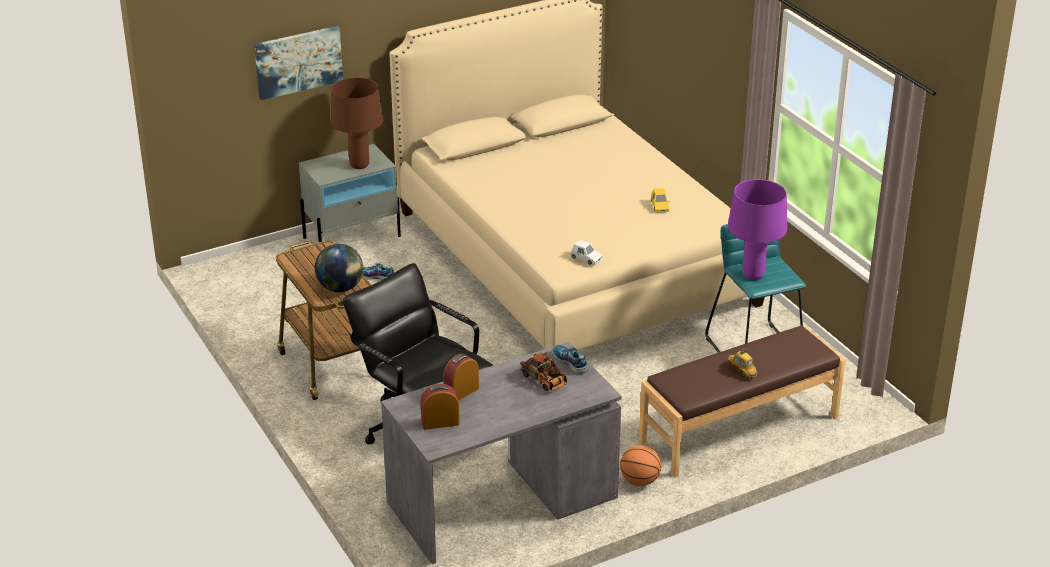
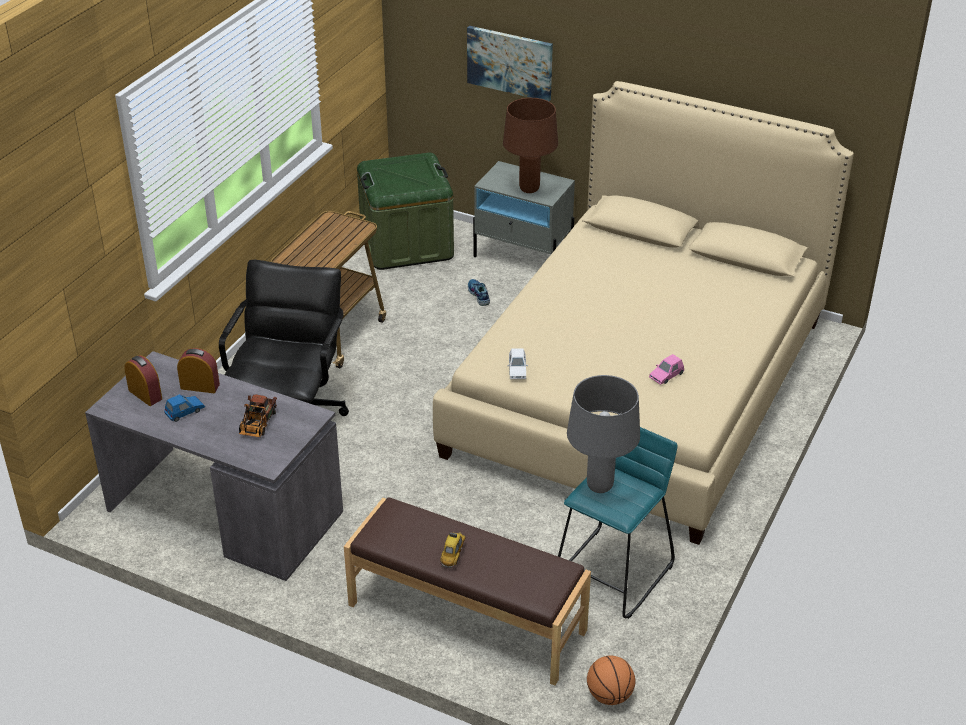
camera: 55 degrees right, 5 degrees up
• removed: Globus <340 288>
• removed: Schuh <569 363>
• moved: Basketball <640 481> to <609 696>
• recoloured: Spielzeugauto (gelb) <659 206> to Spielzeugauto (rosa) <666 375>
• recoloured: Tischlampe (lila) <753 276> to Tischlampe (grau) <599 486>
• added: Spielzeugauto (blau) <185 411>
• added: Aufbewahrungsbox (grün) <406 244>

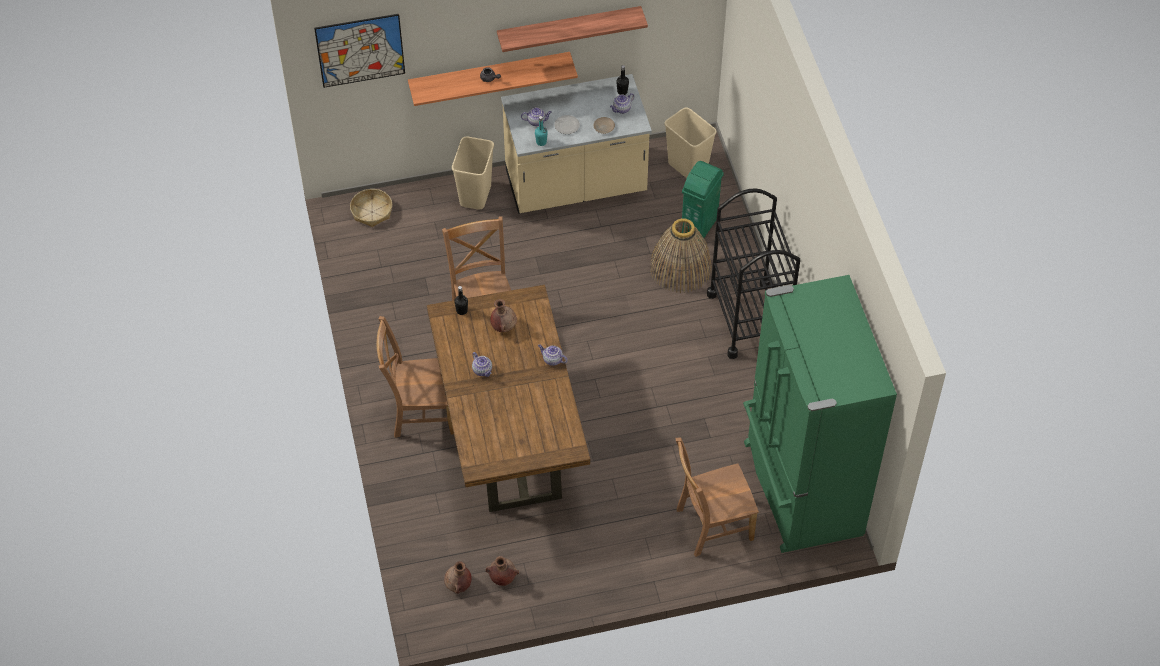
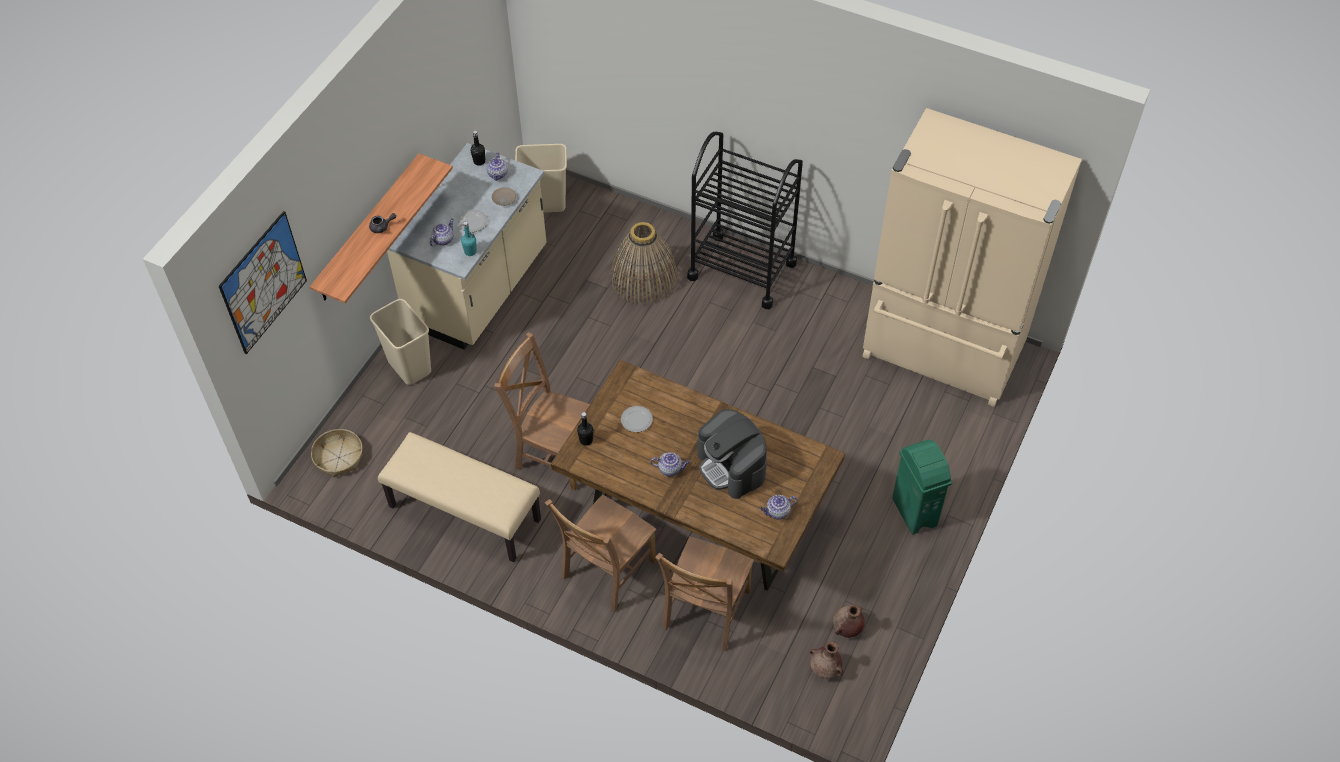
camera: 50 degrees left, 0 degrees up
• replaced: Vase (braun) <503 326> to Teller <636 420>
• removed: Wandregal <569 28>
• moved: Teekanne <552 360> to <777 512>
• moved: Stuhl (braun) <711 525> to <705 612>
• moved: Mülleimer (grün) <699 226> to <914 511>
• recoloured: Kühlschrank (grün) <799 489> to Kühlschrank (beige) <942 352>
• added: Bank (beige) <464 514>
• added: Kaffeemaschine <731 466>

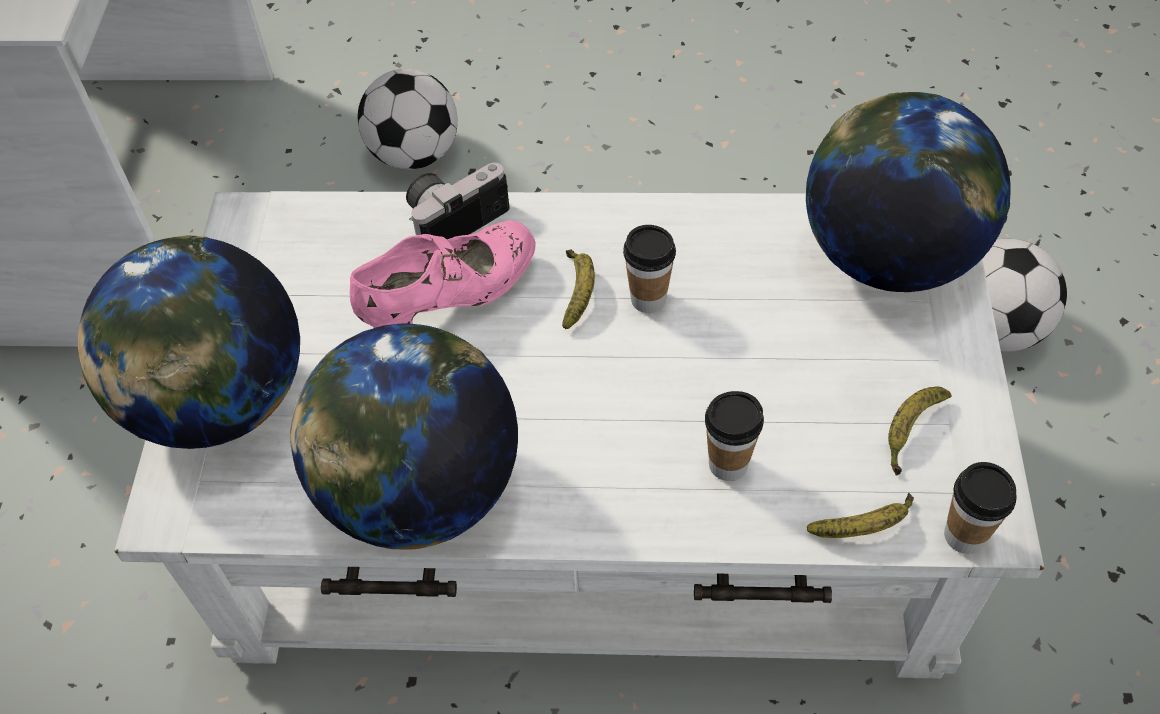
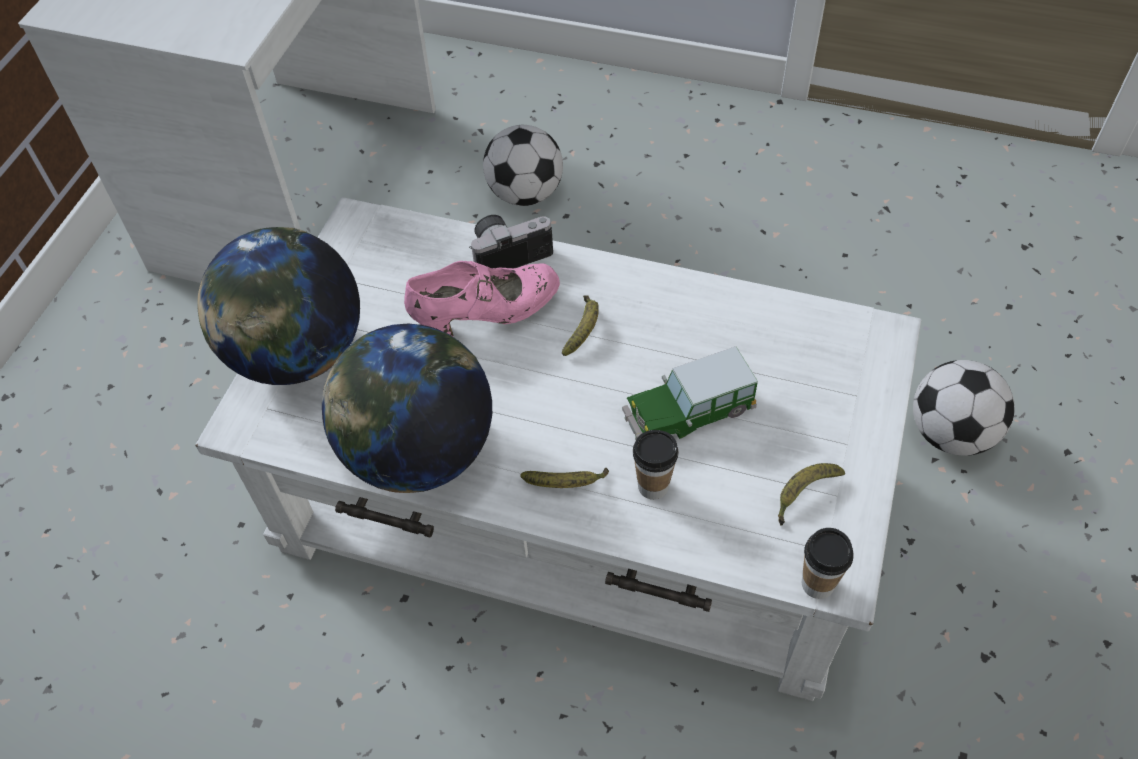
camera: 15 degrees right, 0 degrees up
• removed: Tasse <648 299>
• removed: Globus <888 257>
• moved: Banane <865 527> to <566 484>
• added: Spielzeugauto <688 413>

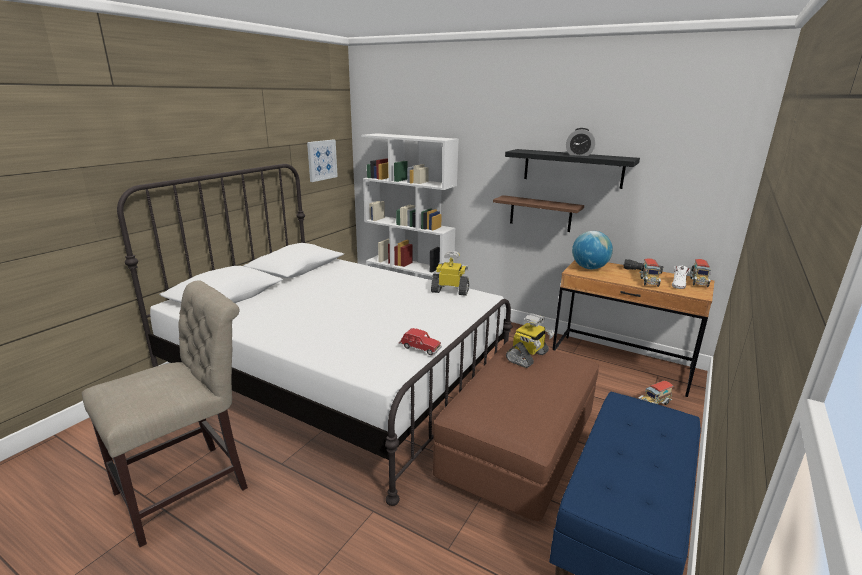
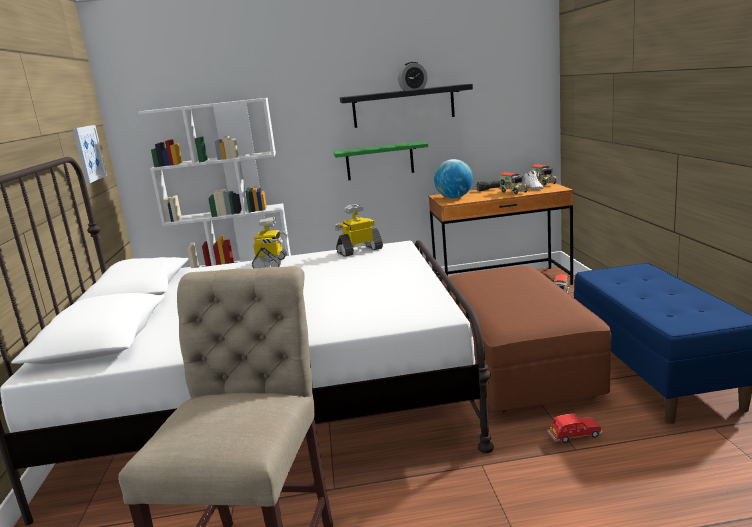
camera: 35 degrees left, 5 degrees down
• moved: Spielzeugauto (rot) <420 348> to <574 436>
• recoloured: Wandregal (braun) <540 213> to Wandregal (grün) <379 161>
• moved: Spielzeugroboter <527 357> to <271 264>

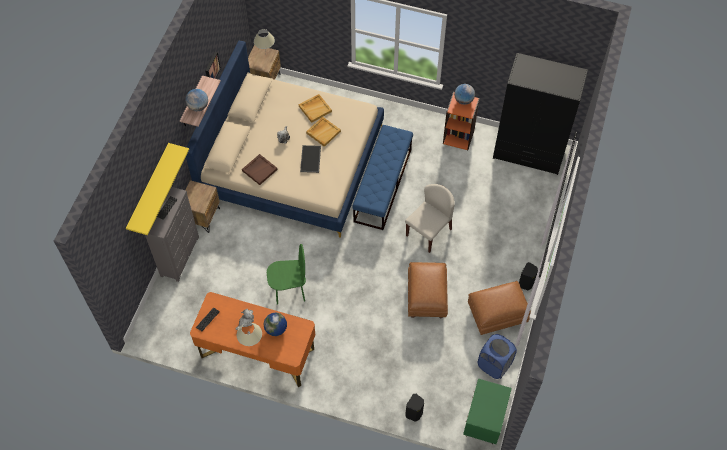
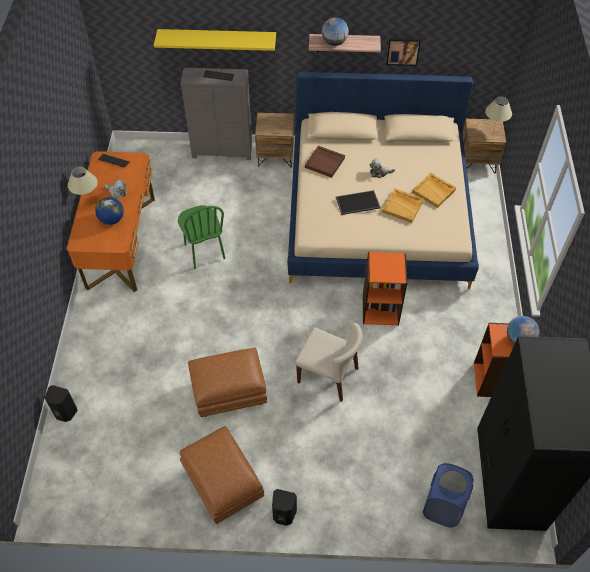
camera: 75 degrees right, 5 degrees down
• replaced: Bank (blau) <383 185> to Bücherregal (orange) <380 309>
• removed: Nachttisch (grün) <484 422>
• moved: Wäschekorb (blau) <494 365> to <443 506>

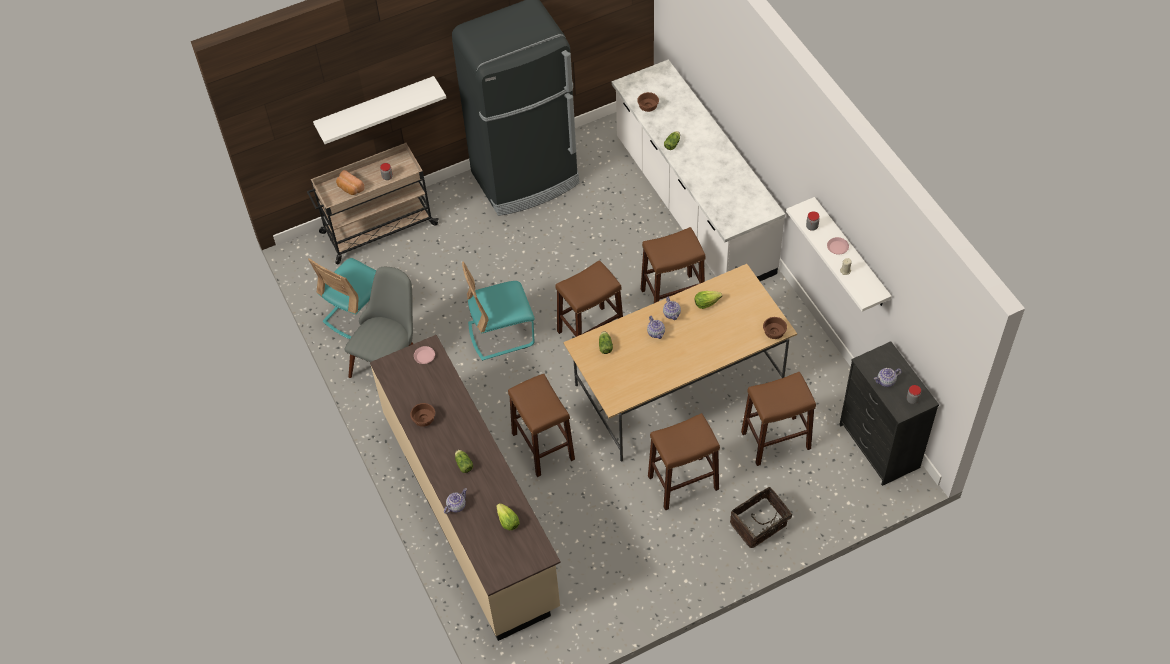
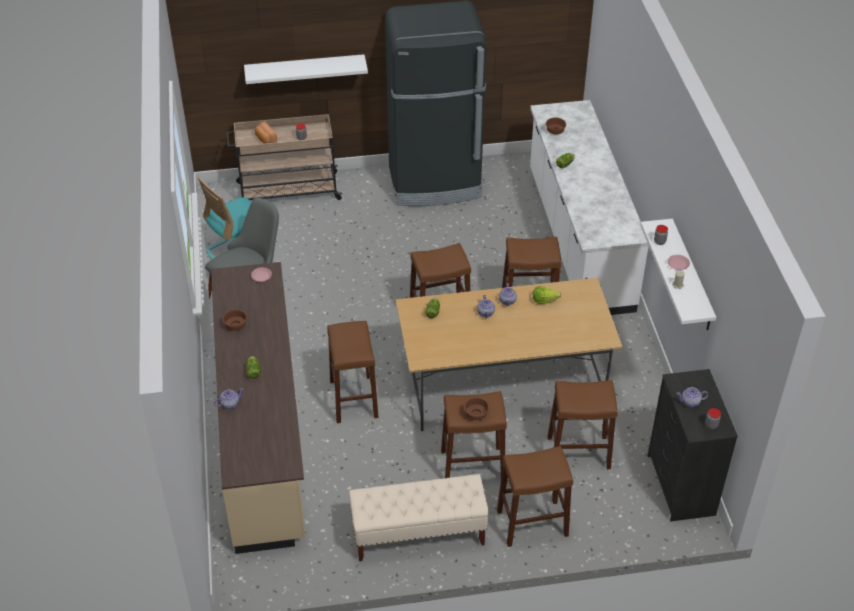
camera: 15 degrees right, 10 degrees down
• removed: Stuhl (türkis) <501 334>
• removed: Salatkopf <508 522>
• replaced: Korb <759 525> to Hocker (braun) <532 523>
• moved: Schüssel (braun) <773 332> to <475 414>
• added: Bank (beige) <418 534>

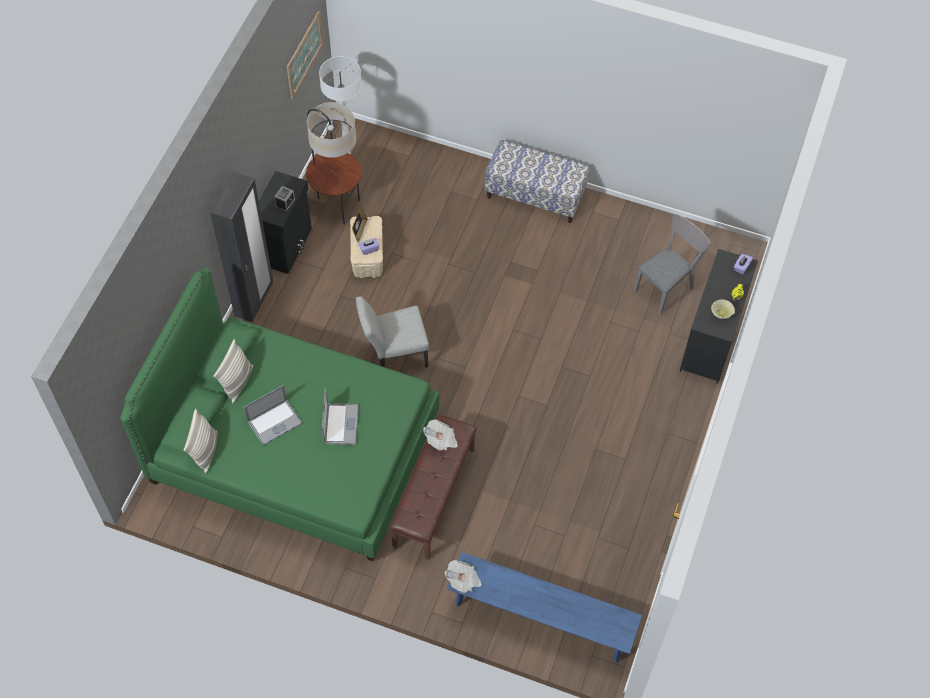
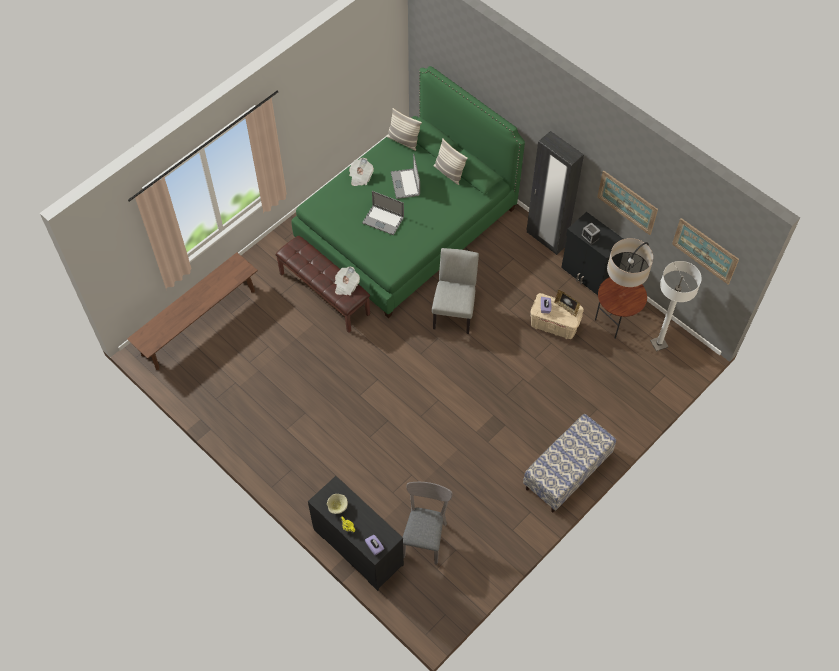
camera: 115 degrees right, 0 degrees up
• moved: Zeitung <463 580> to <360 177>
• recoloured: Bank (blau) <541 618> to Bank (braun) <199 322>
• turned: Stuhl (grau) <666 287> = <425 536> 150 degrees counterclockwise
• added: Bild <627 202>

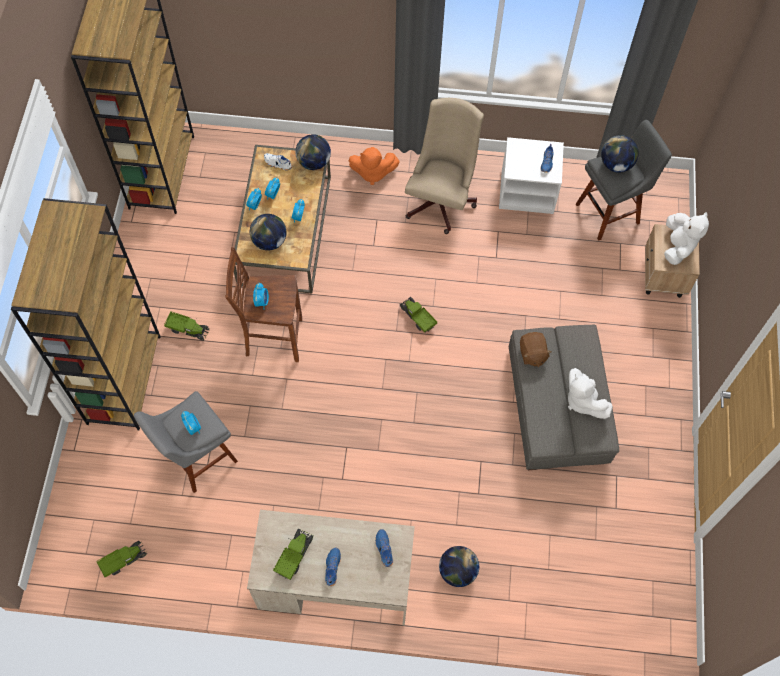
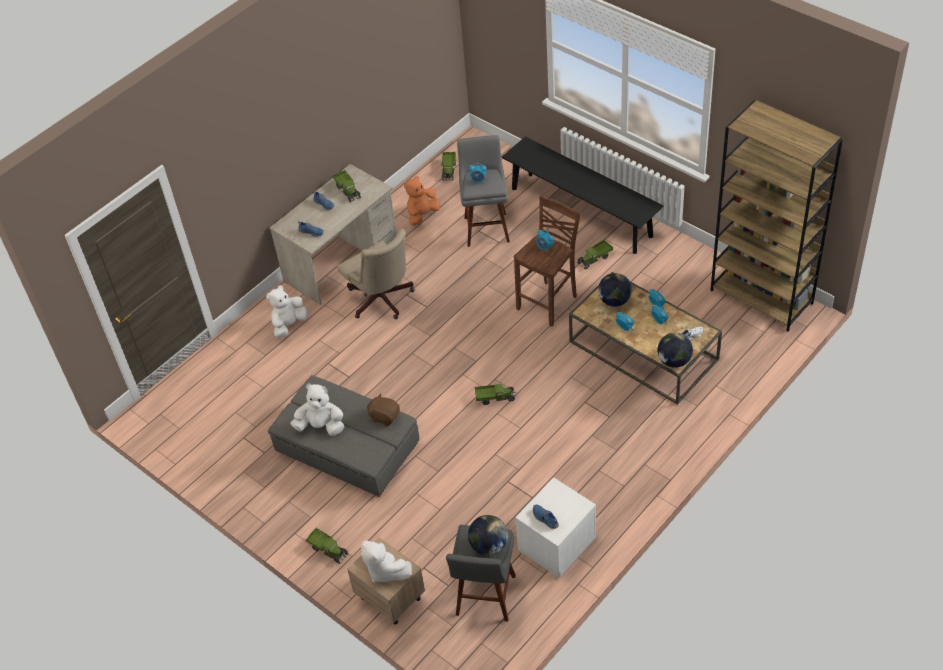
camera: 130 degrees right, 15 degrees down
• replaced: Bücherregal (braun) <123 378> to Bank (schwarz) <581 212>
• moved: Plüschtier (orange) <372 173> to <422 215>
• moved: Bürostuhl (beige) <441 199> to <382 301>
• replaced: Globus <457 571> to Plüschtier (weiß) <289 325>
• added: Spielzeuglaster <328 549>

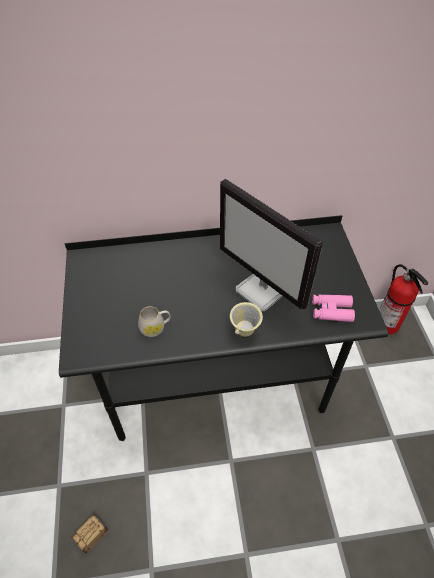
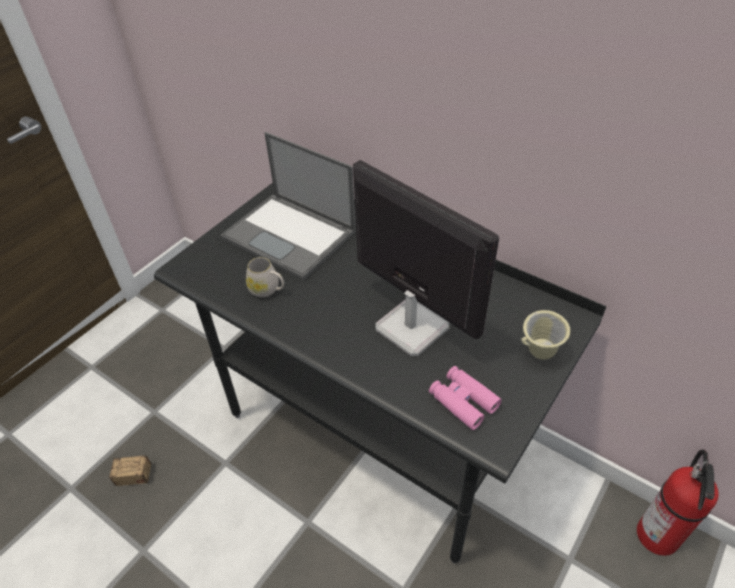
camera: 45 degrees right, 5 degrees down
• turned: Monitor <262 291> = <410 327> 135 degrees clockwise
• moved: Henkelbecher (beige) <244 333> to <539 354>
• added: Laptop <290 235>

